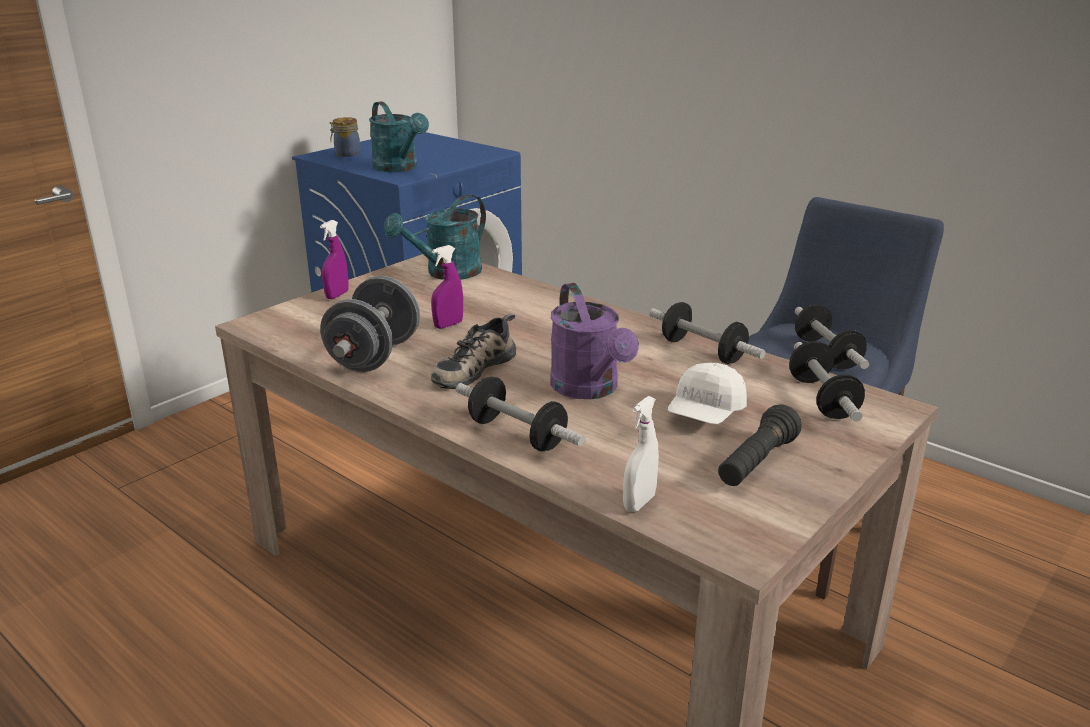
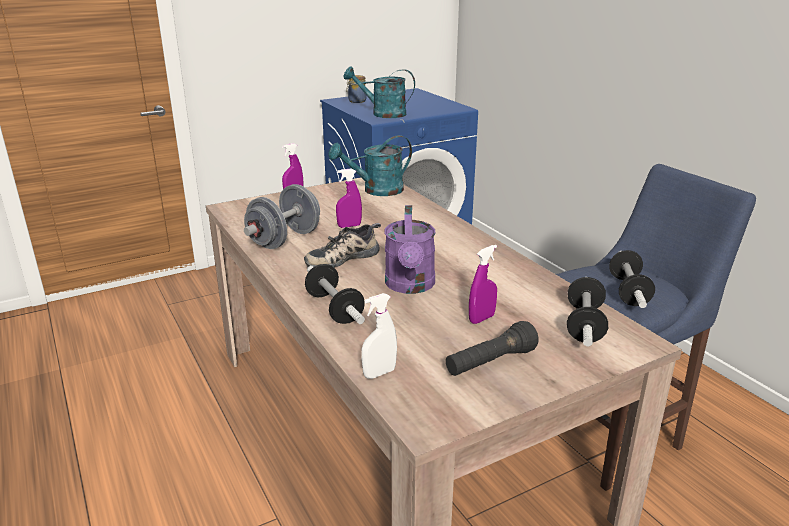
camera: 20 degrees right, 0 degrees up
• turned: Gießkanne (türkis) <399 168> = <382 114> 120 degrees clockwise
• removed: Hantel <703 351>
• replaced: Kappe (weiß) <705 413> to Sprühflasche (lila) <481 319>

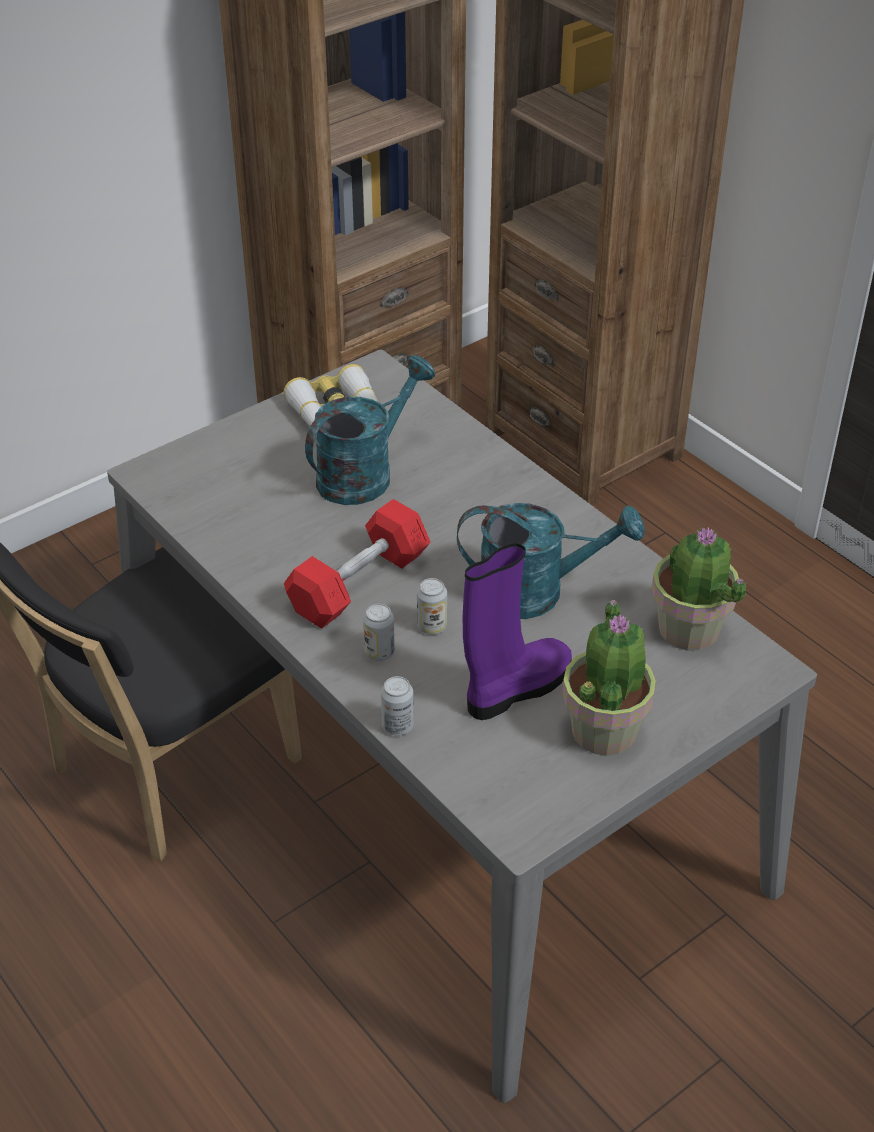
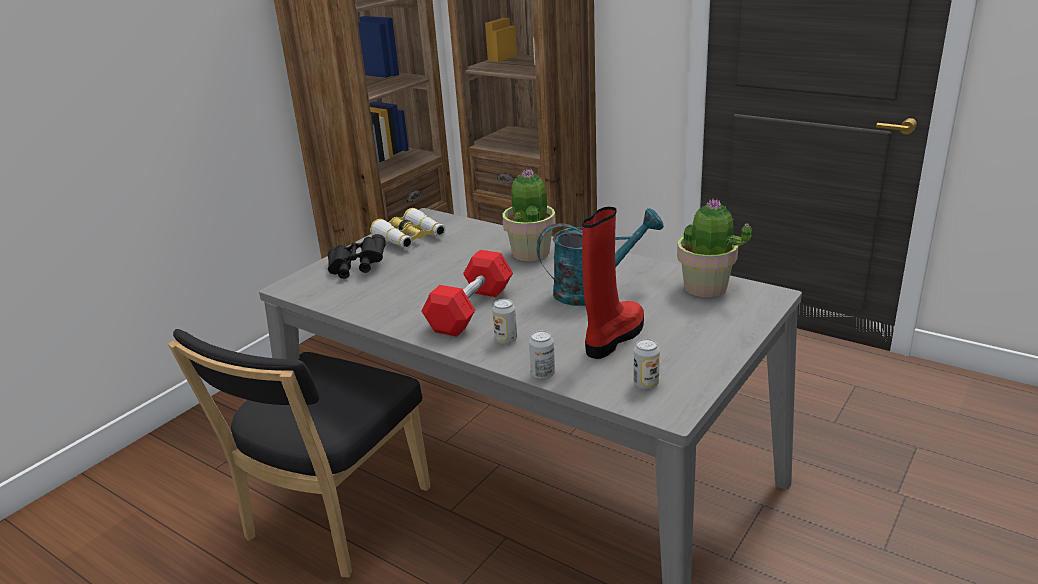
camera: 15 degrees left, 15 degrees down
• removed: Gießkanne (türkis) <364 473>
• moved: Dose <432 626> to <646 384>
• recoloured: Stiefel (lila) <515 689> to Stiefel (rot) <613 338>
• moved: Topfpflanze <605 730> to <531 252>
• added: Fernglas (schwarz) <357 268>

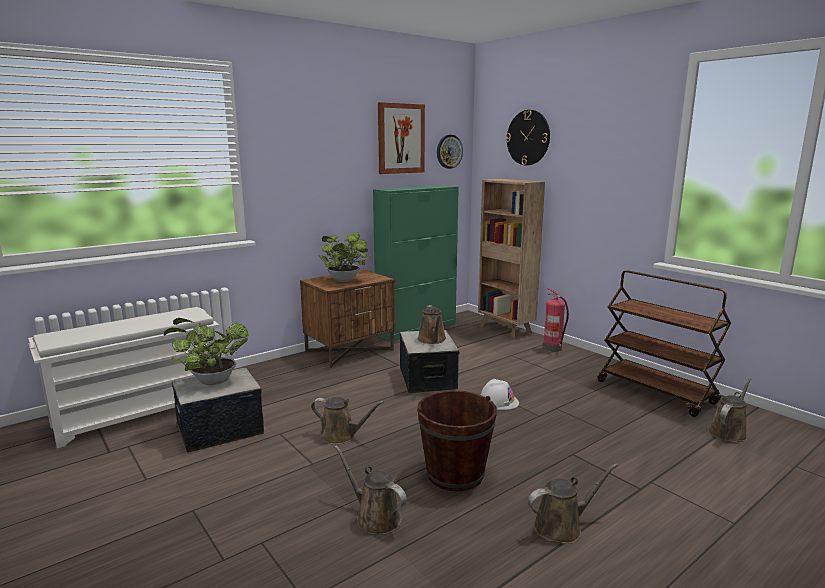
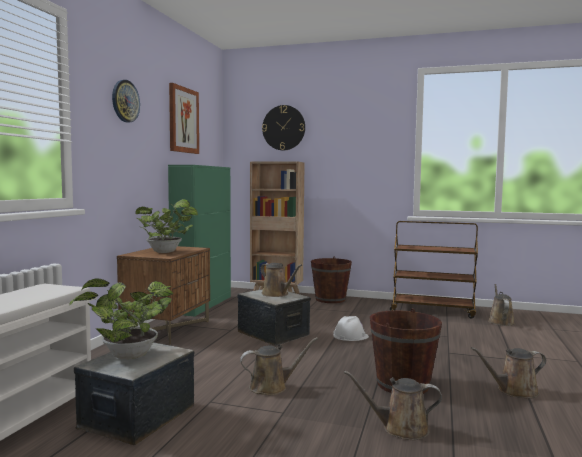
camera: 35 degrees left, 10 degrees down
• moved: Wanduhr <449 151> to <125 101>
• turned: Gießkanne (braun) <561 527> = <514 391> 135 degrees counterclockwise
• replaced: Feuerlöscher <553 349> to Eimer (braun) <330 299>

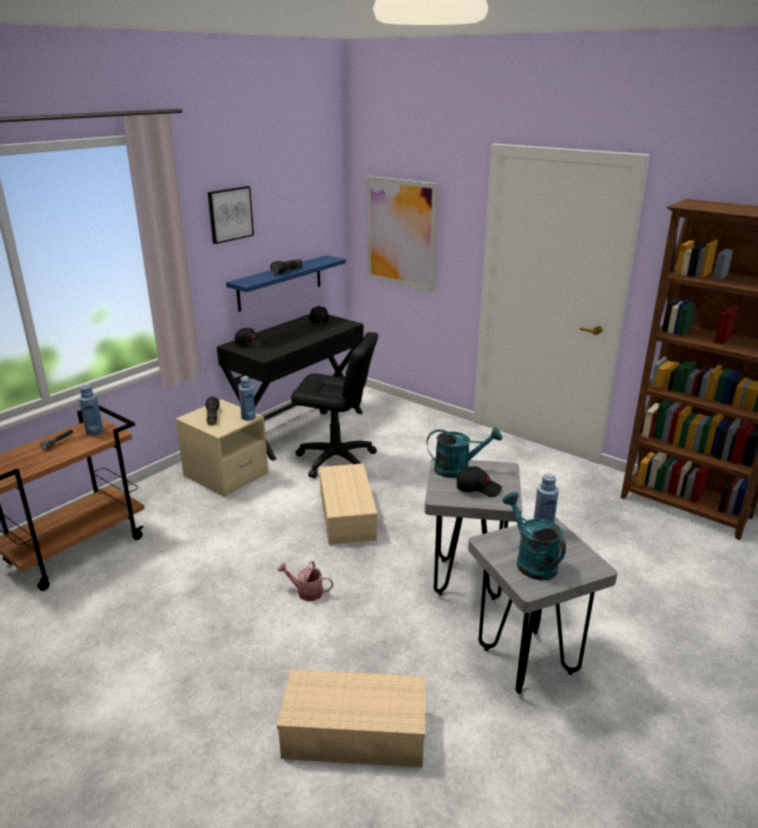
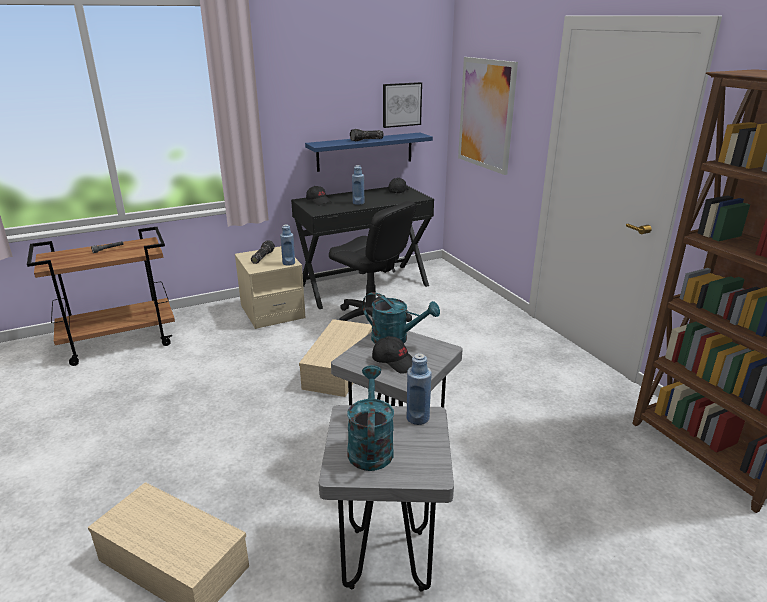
camera: 25 degrees right, 0 degrees up
• moved: Flasche (blau) <94 432> to <358 203>
• moved: Bild <230 214> to <401 104>
• removed: Gießkanne <306 592>

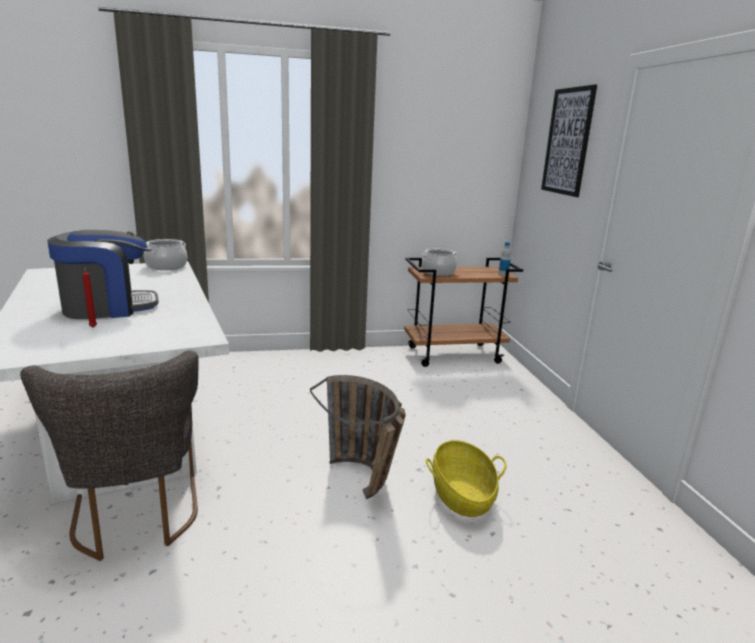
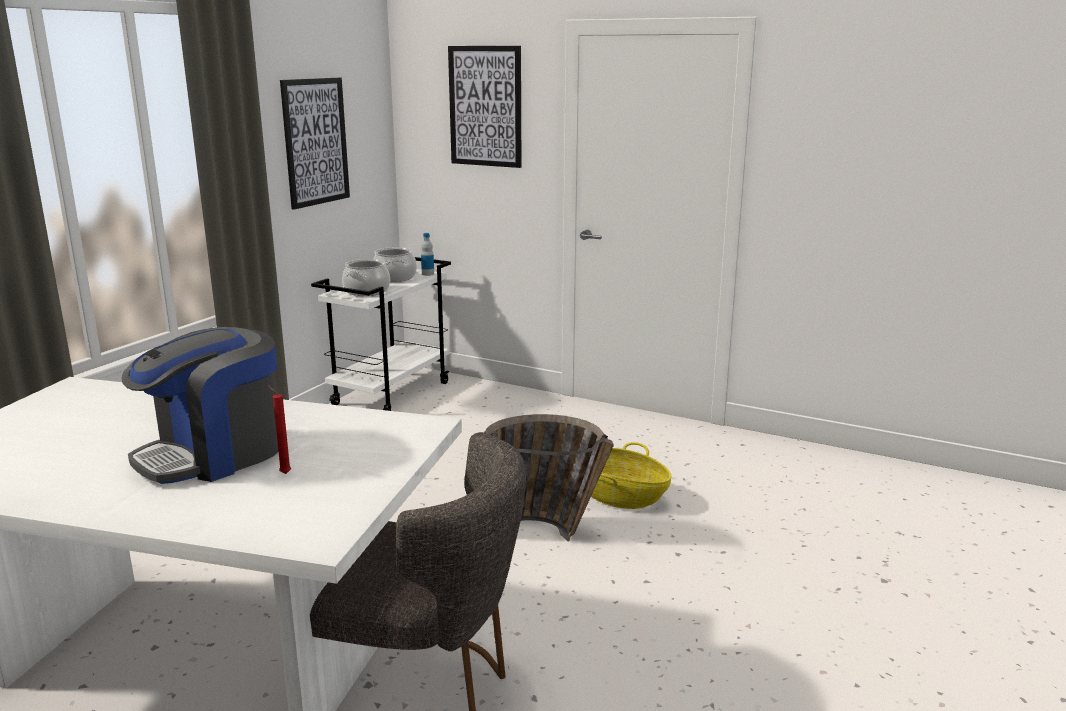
camera: 50 degrees left, 0 degrees up
• turned: Kaffeemaschine <108 307> = <213 455> 150 degrees counterclockwise
• moved: Kochtopf <166 266> to <394 278>
• recoloured: Rollwagen (braun) <454 355> to Rollwagen (weiß) <391 393>
• added: Bild <315 142>

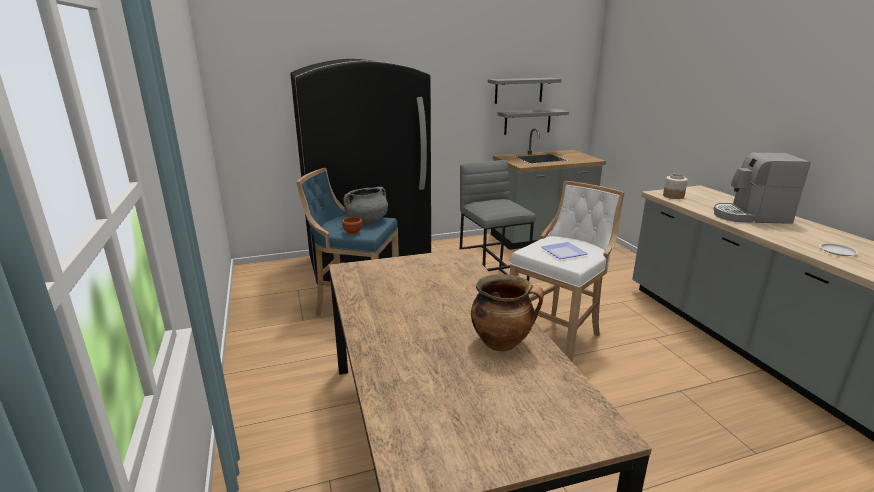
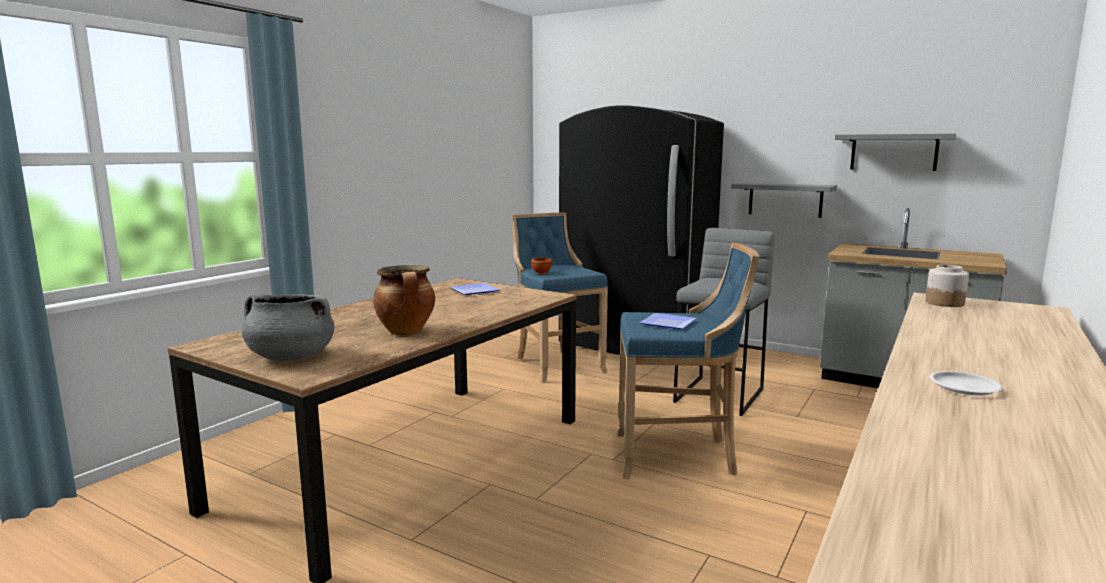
camera: 50 degrees right, 10 degrees down
• moved: Kochtopf (grau) <366 221> to <290 357>
• moved: Wandregal (grau) <527 122> to <785 199>
• recoloured: Hocker (weiß) <558 339> to Hocker (blau) <678 456>
• removed: Kaffeemaschine <750 216>
• added: Teller <475 291>

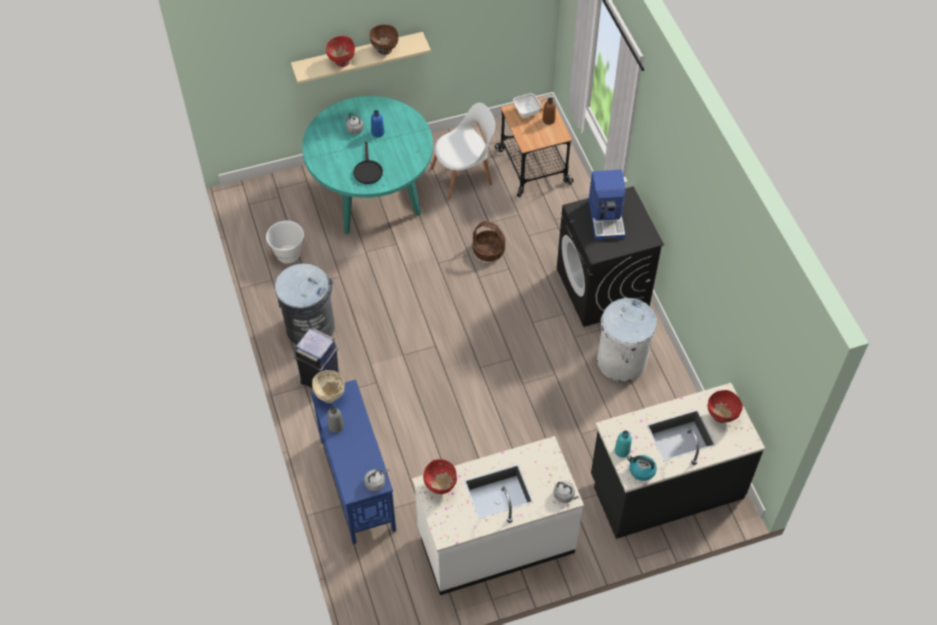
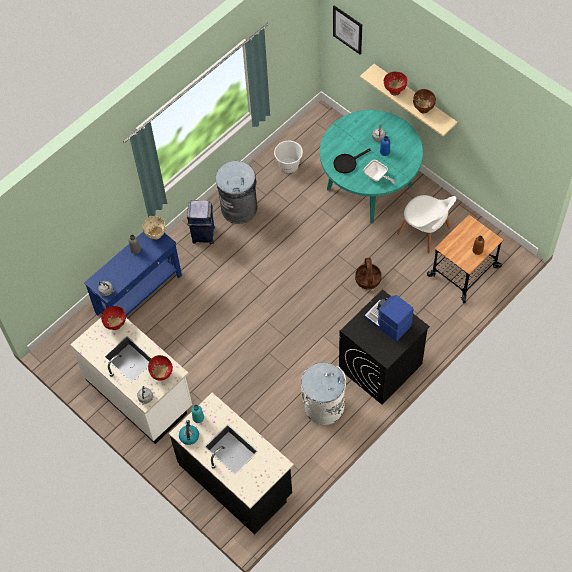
camera: 65 degrees right, 5 degrees up
• moved: Pfanne <529 111> to <377 177>
• turned: Kaffeemaschine <607 218> = <387 322> 75 degrees clockwise
• moved: Schüssel (rot) <721 416> to <162 374>
• added: Bild <347 29>

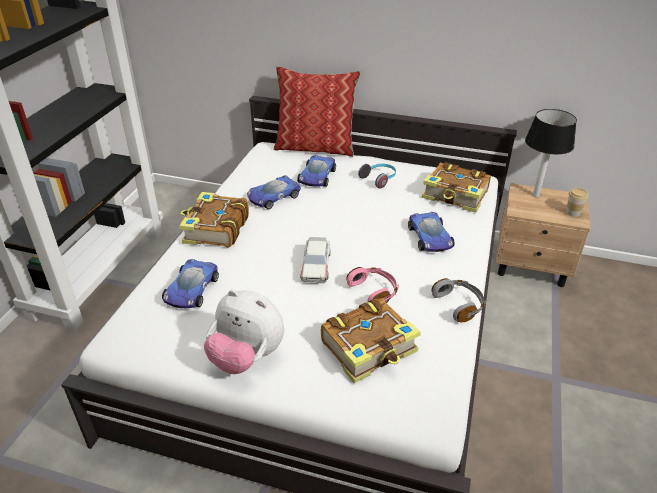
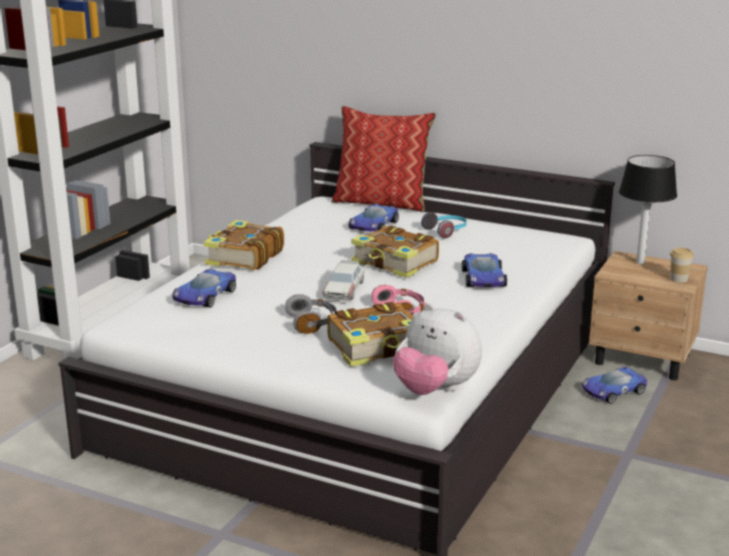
camera: 10 degrees right, 15 degrees down
• moved: Plüschtier <246 357> to <435 390>
• moved: Spielzeugauto <273 197> to <612 391>
• moved: Buch <456 195> to <395 263>
• moved: Kopfhörer (grau) <459 305> to <312 323>

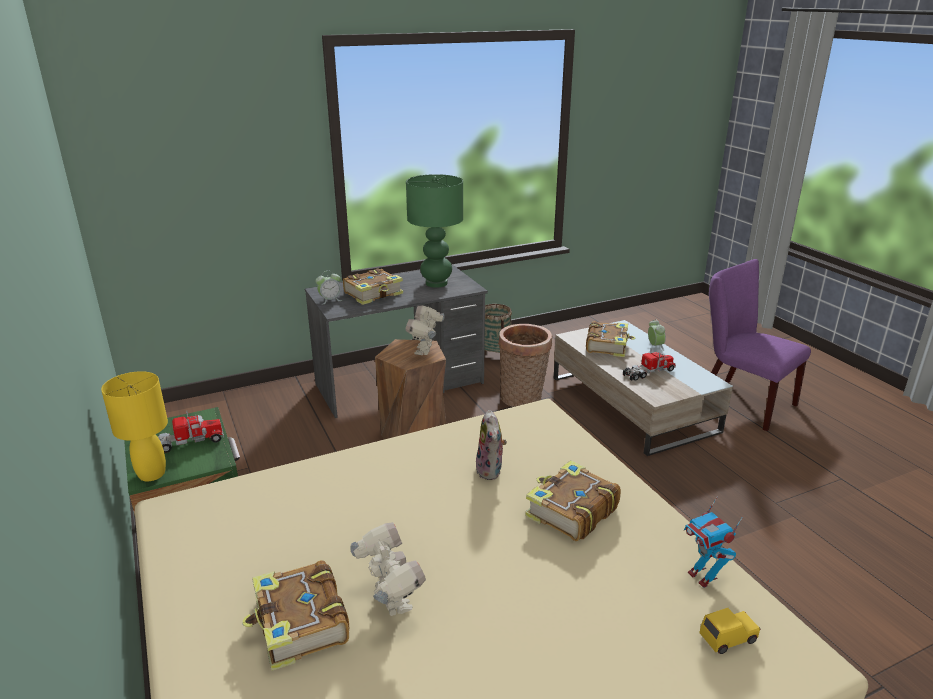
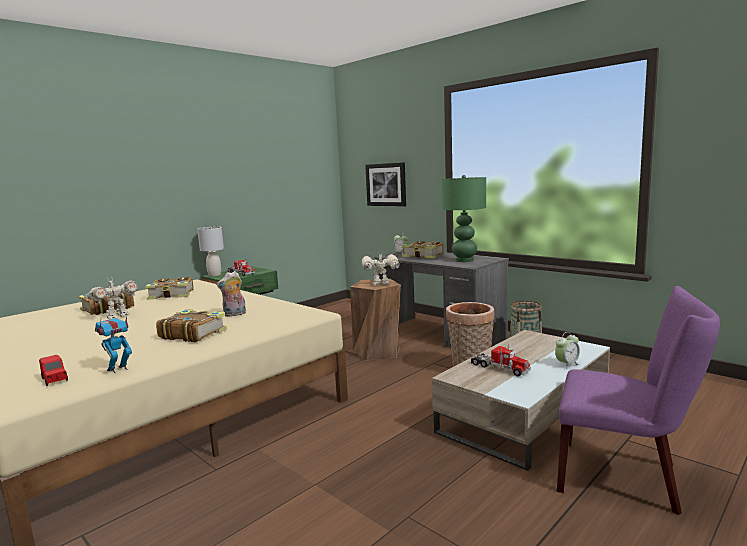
camera: 70 degrees right, 15 degrees down
• recoloured: Tischlampe (gelb) <151 474> to Tischlampe (grau) <214 275>
• moved: Buch <608 345> to <172 295>
• recoloured: Spielzeugauto (gelb) <728 638> to Spielzeugauto (rot) <55 379>
• turned: Stuhl (lila) <740 401> = <626 477> 90 degrees clockwise
• added: Bild <386 184>

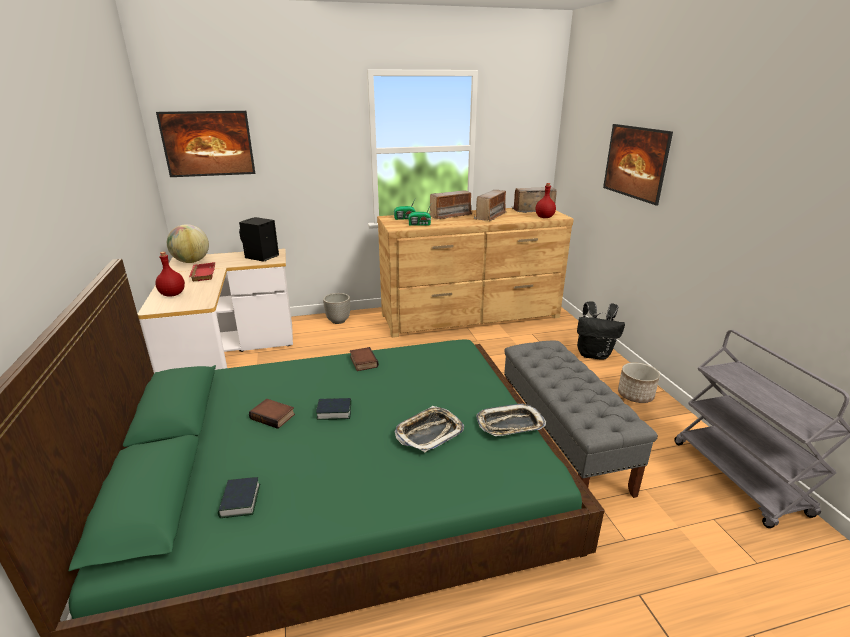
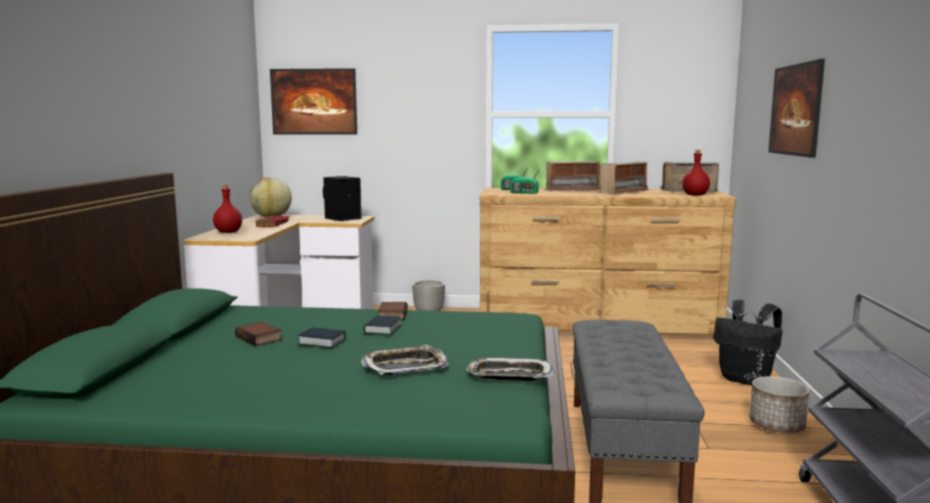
camera: 20 degrees right, 15 degrees down
• moved: Buch <240 501> to <382 329>

